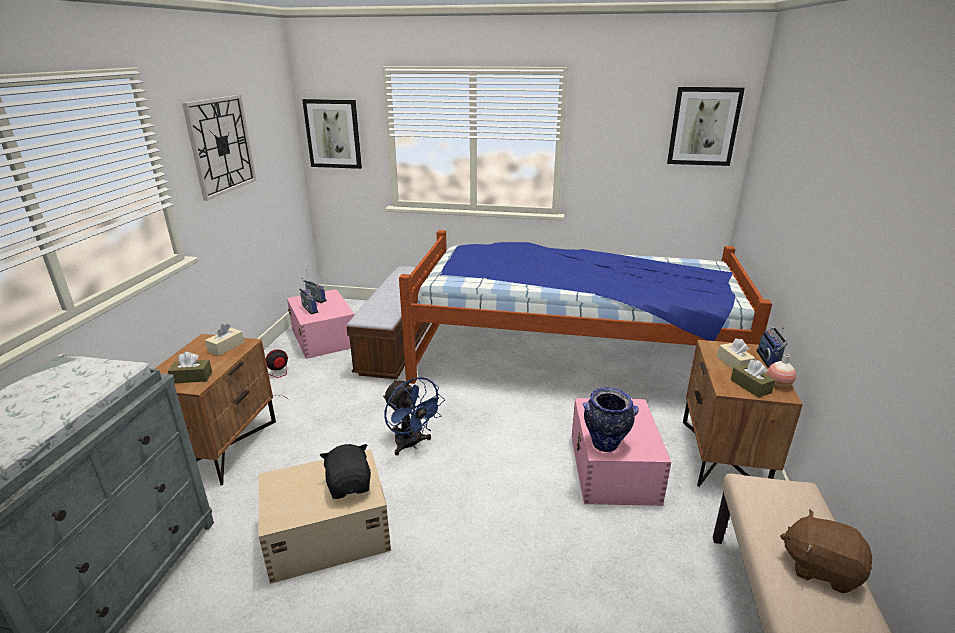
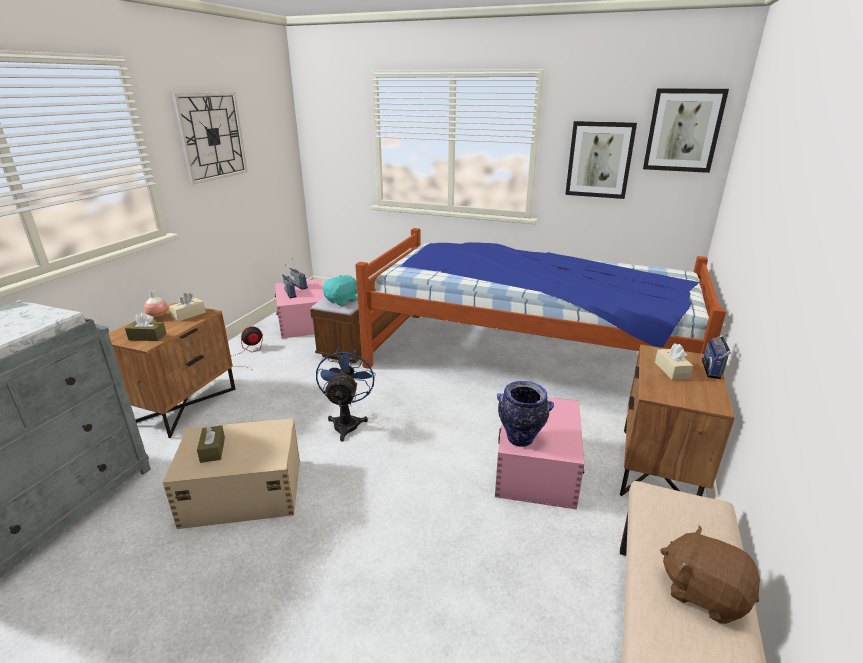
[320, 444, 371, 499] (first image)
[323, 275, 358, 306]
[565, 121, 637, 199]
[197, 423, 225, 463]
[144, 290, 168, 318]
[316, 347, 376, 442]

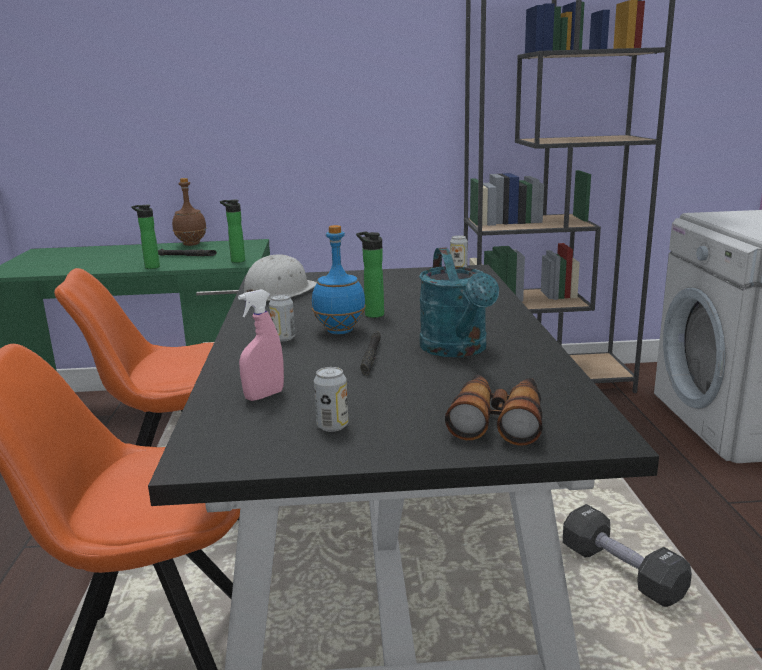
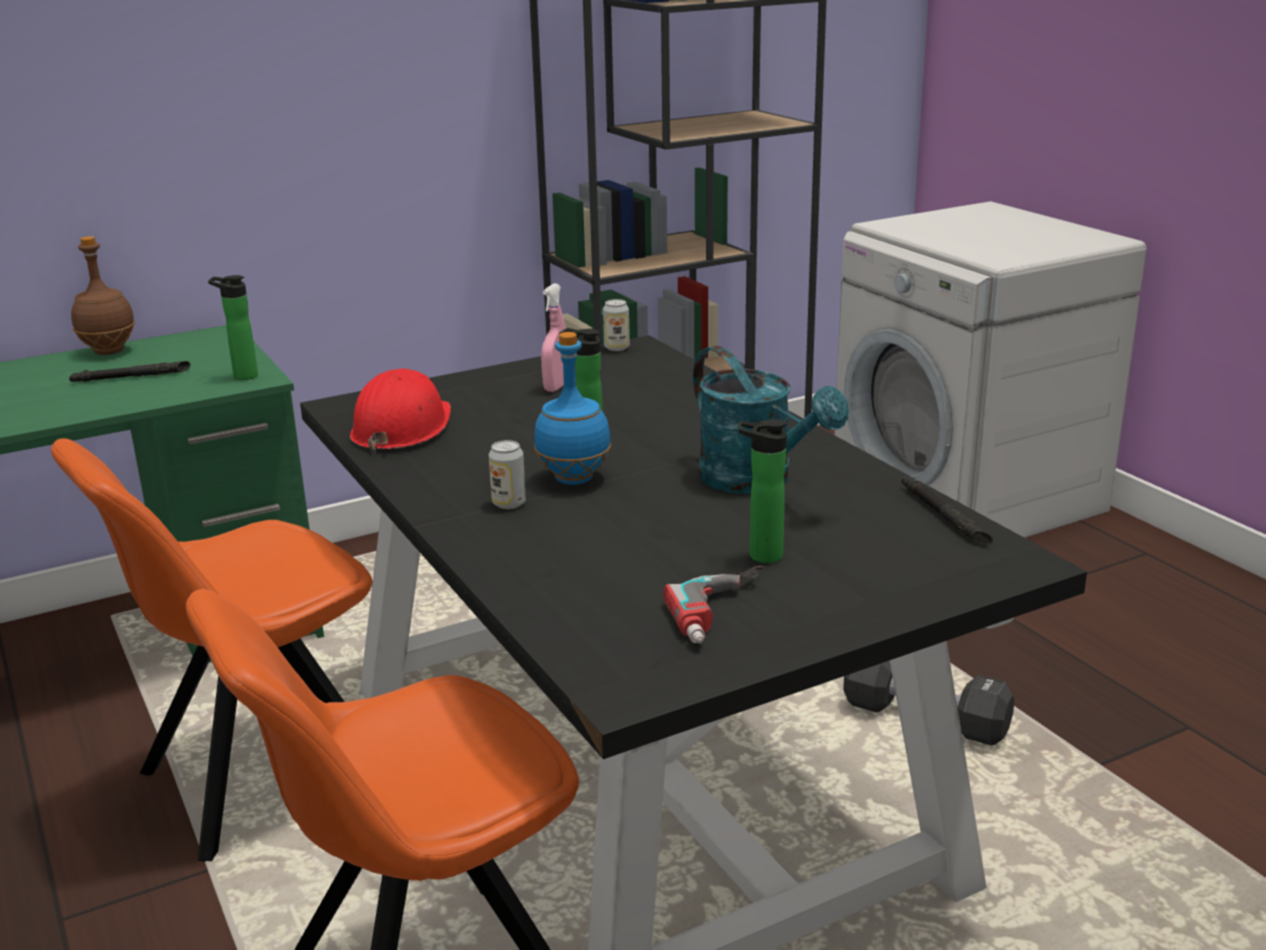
[445, 374, 543, 446] (first image)
[738, 419, 788, 563]
[541, 283, 566, 392]
[901, 477, 993, 545]
[663, 566, 763, 643]
[350, 369, 451, 454]

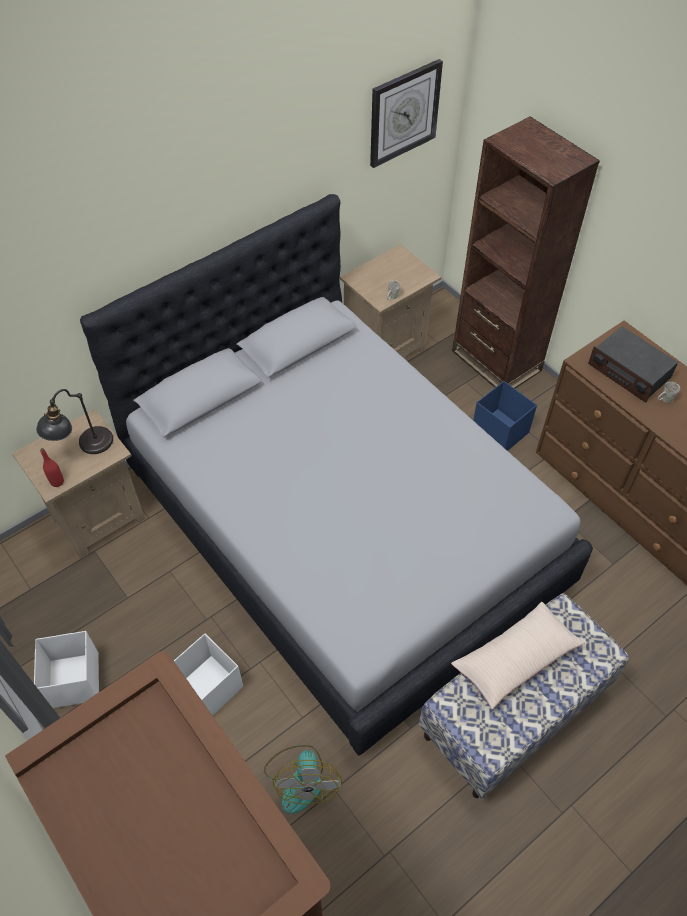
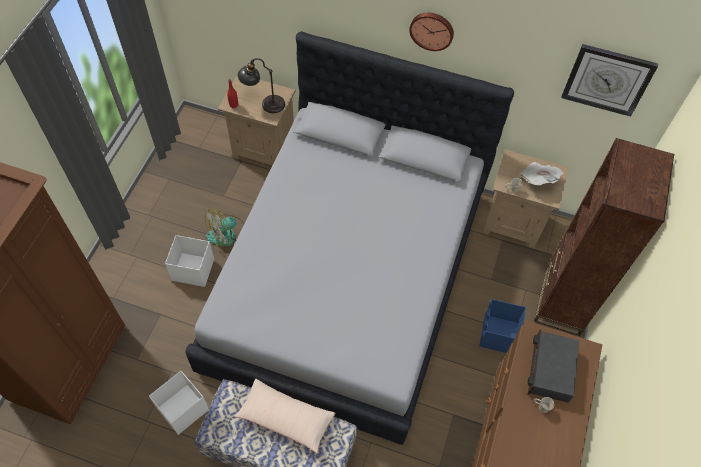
[409, 13, 454, 51]
[519, 162, 564, 185]
[149, 371, 209, 435]
[205, 208, 245, 247]

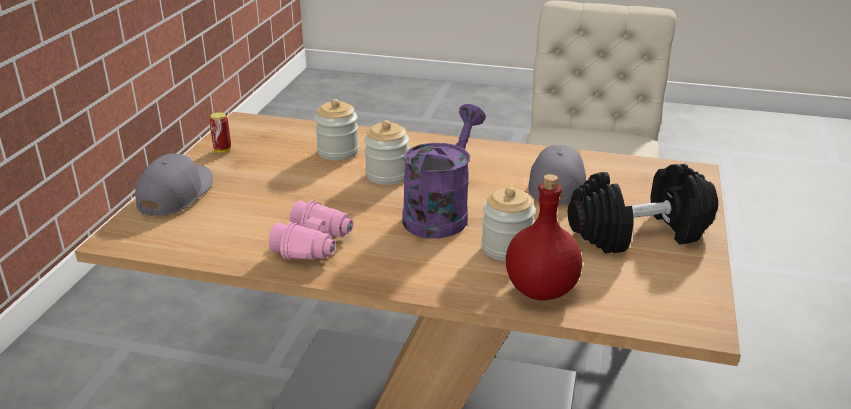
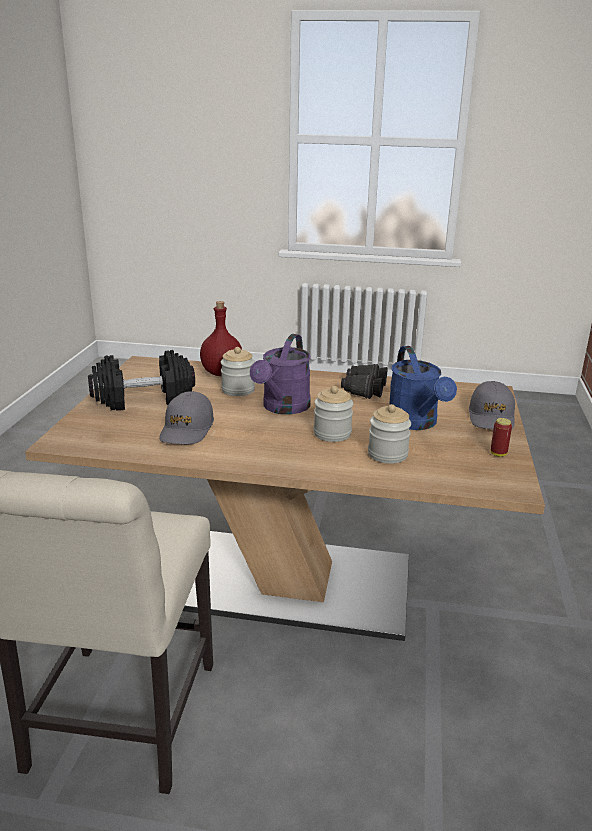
[389, 346, 457, 430]
[341, 364, 387, 399]

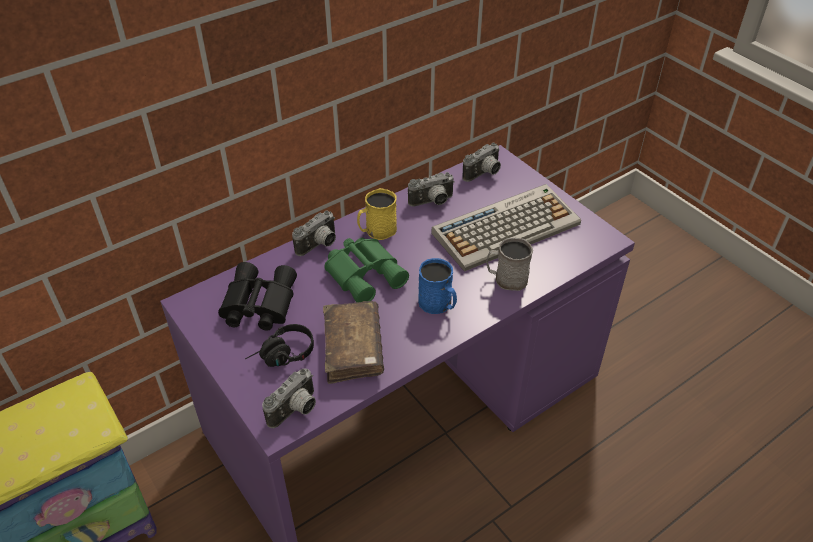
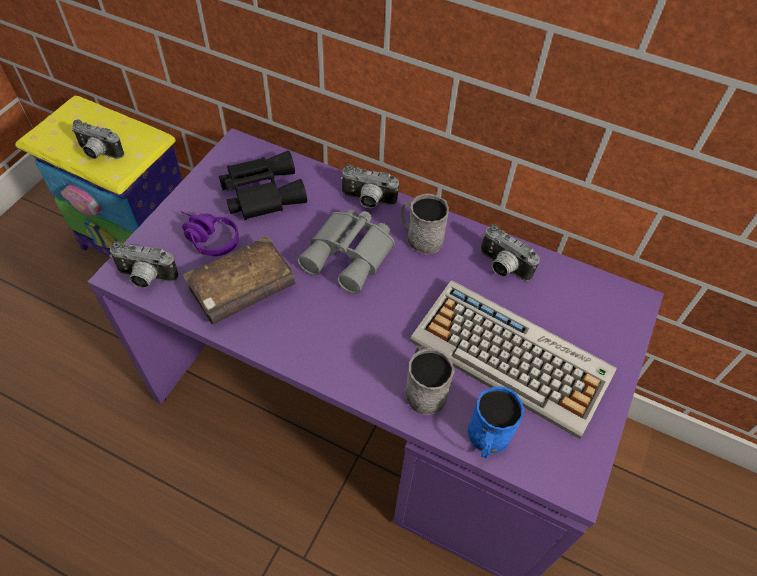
[468, 386, 524, 458]
[72, 119, 124, 159]
[180, 211, 239, 256]
[297, 209, 395, 294]
[401, 194, 449, 255]

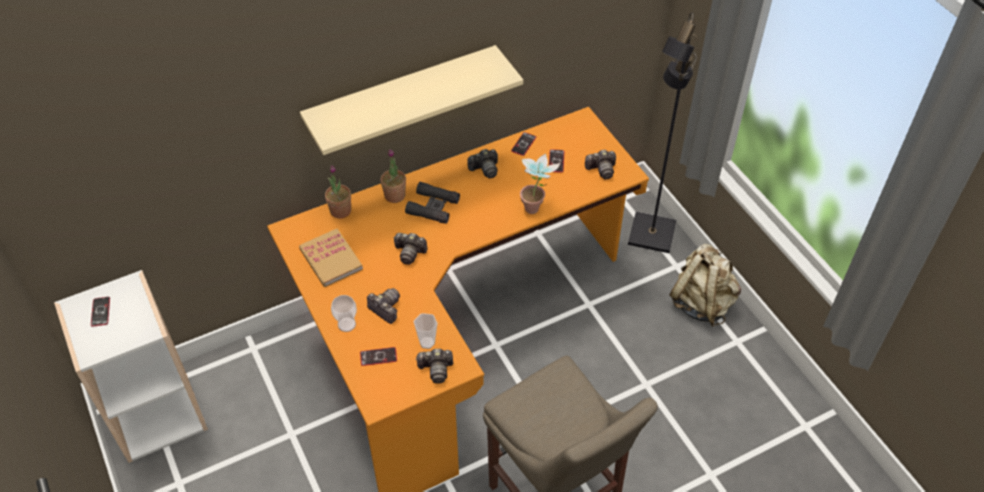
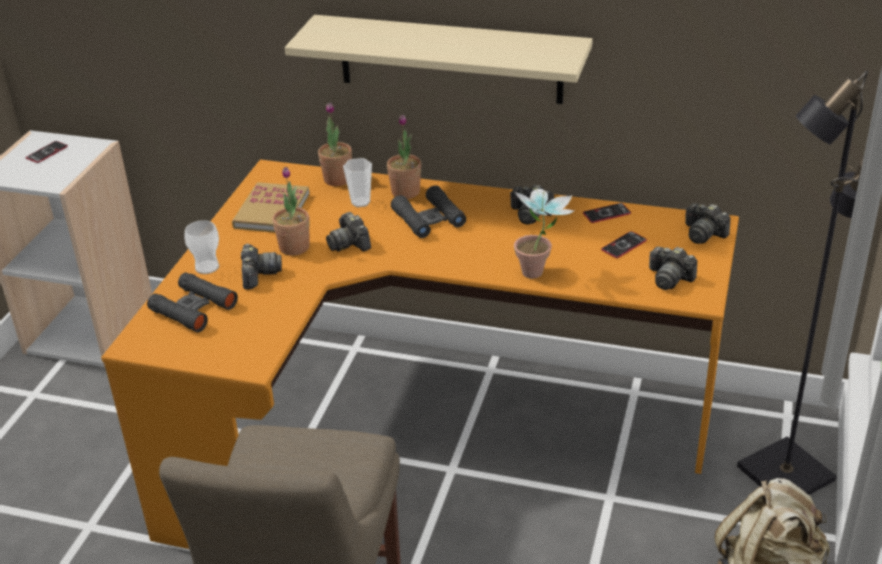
[272, 167, 310, 256]
[343, 158, 372, 207]
[685, 203, 731, 244]
[147, 273, 238, 332]

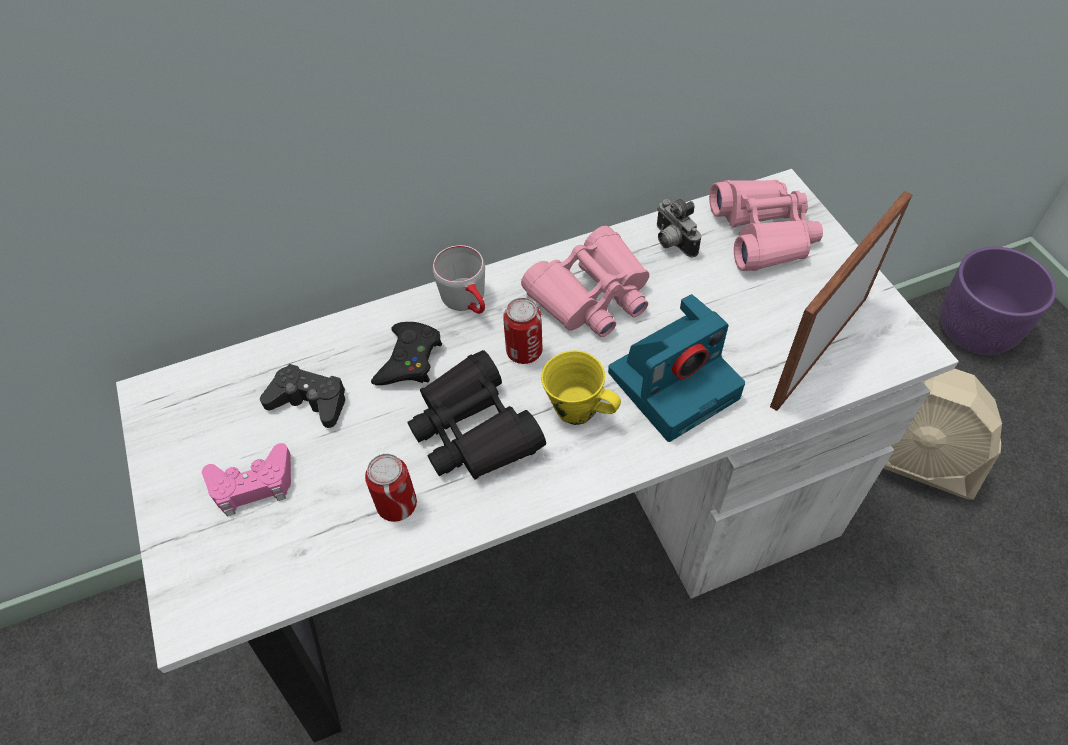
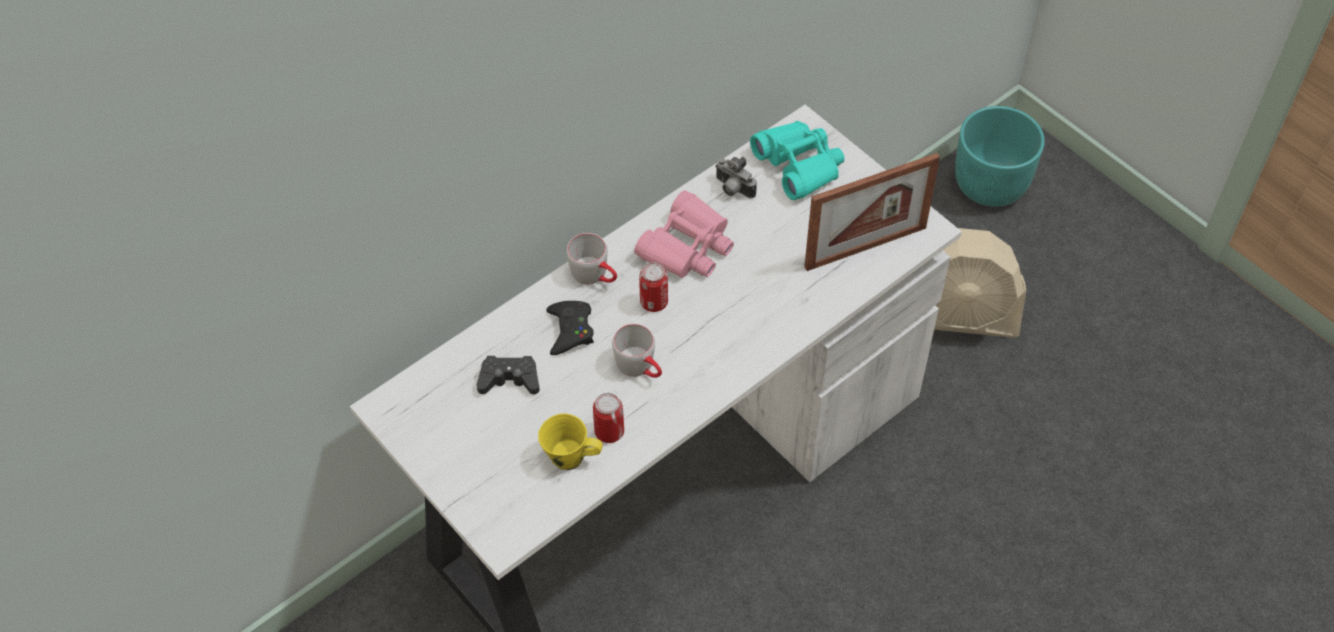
[202, 443, 291, 516] (first image)
[608, 294, 745, 442] (first image)
[538, 413, 603, 470]
[612, 324, 662, 378]
[750, 121, 844, 200]
[955, 106, 1045, 207]
[804, 153, 940, 271]

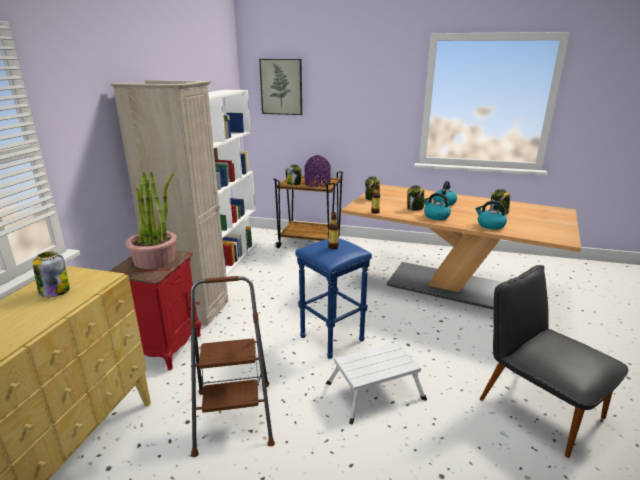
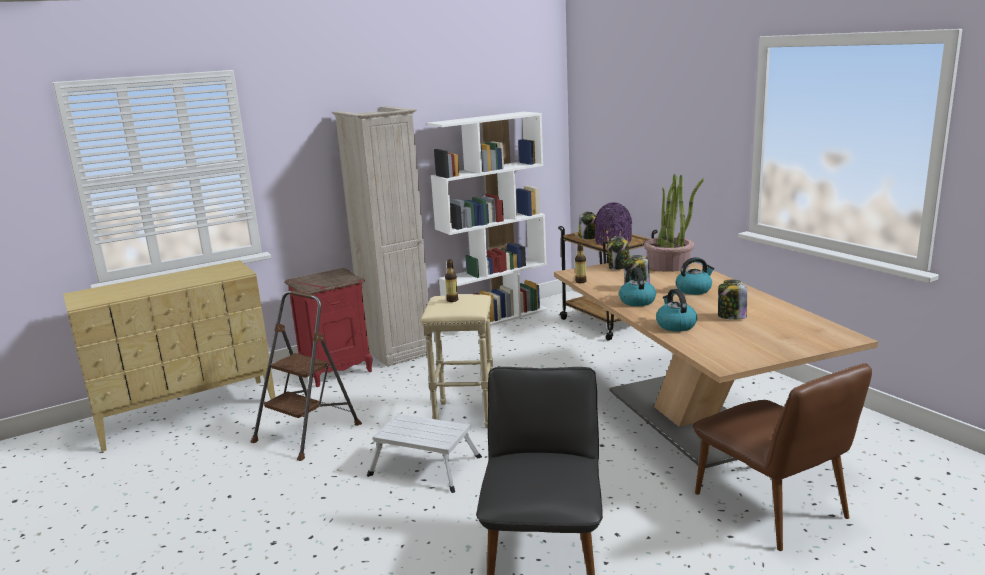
[33, 252, 70, 297] (first image)
[259, 59, 302, 115] (first image)
[692, 363, 872, 551]
[644, 174, 704, 272]
[421, 294, 493, 428]

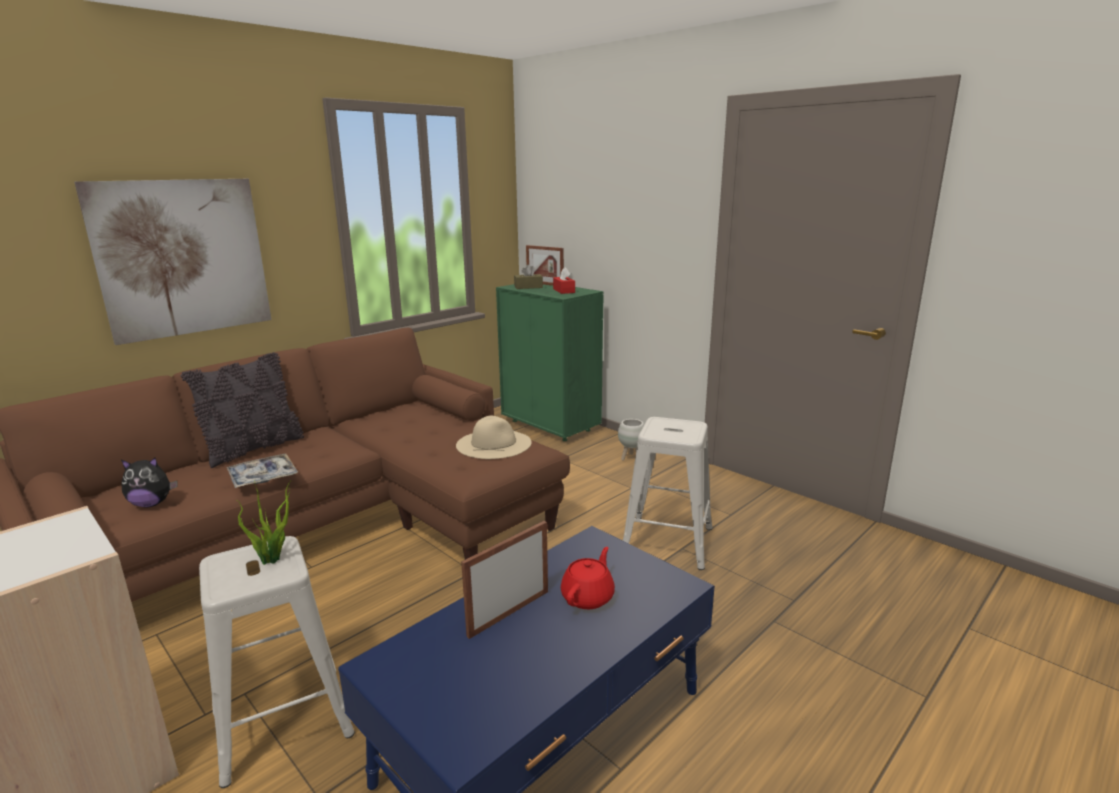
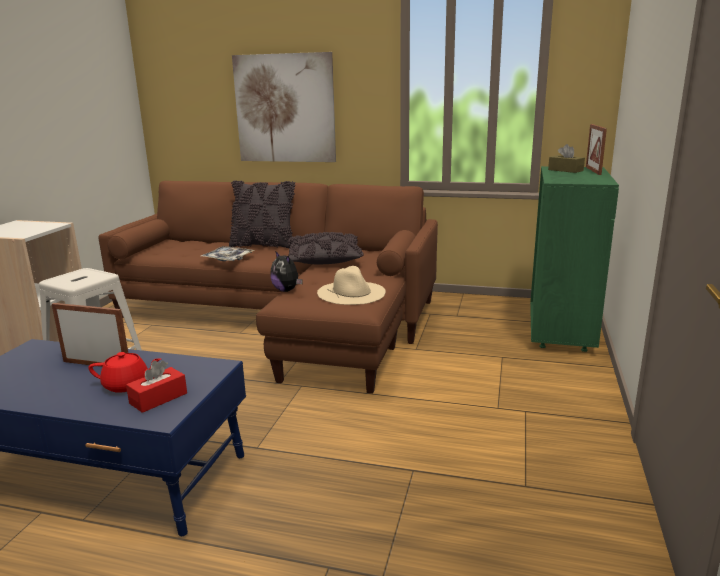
[237, 481, 291, 565] (first image)
[618, 419, 644, 461] (first image)
[623, 417, 713, 570] (first image)
[288, 232, 363, 264]
[270, 252, 303, 292]
[126, 360, 187, 413]

